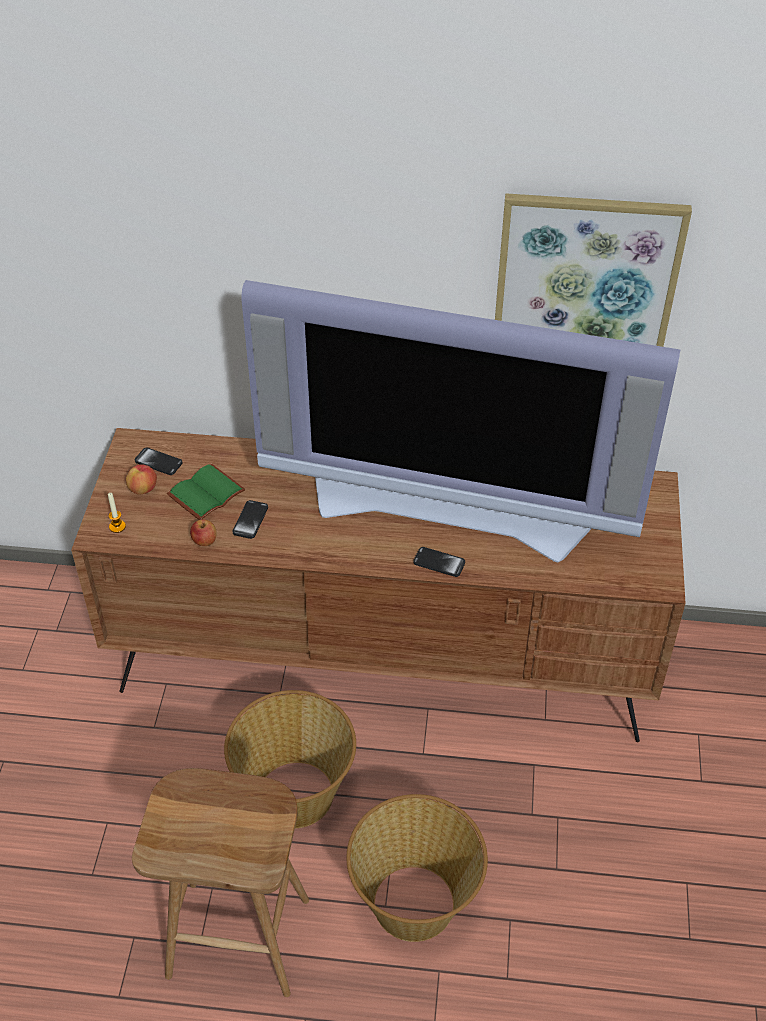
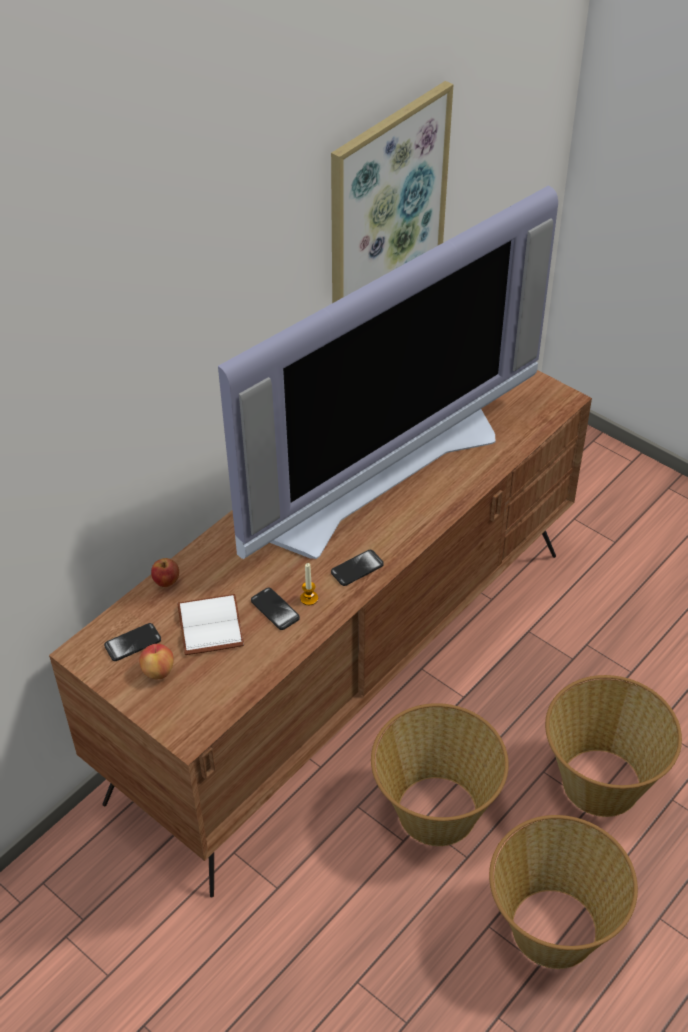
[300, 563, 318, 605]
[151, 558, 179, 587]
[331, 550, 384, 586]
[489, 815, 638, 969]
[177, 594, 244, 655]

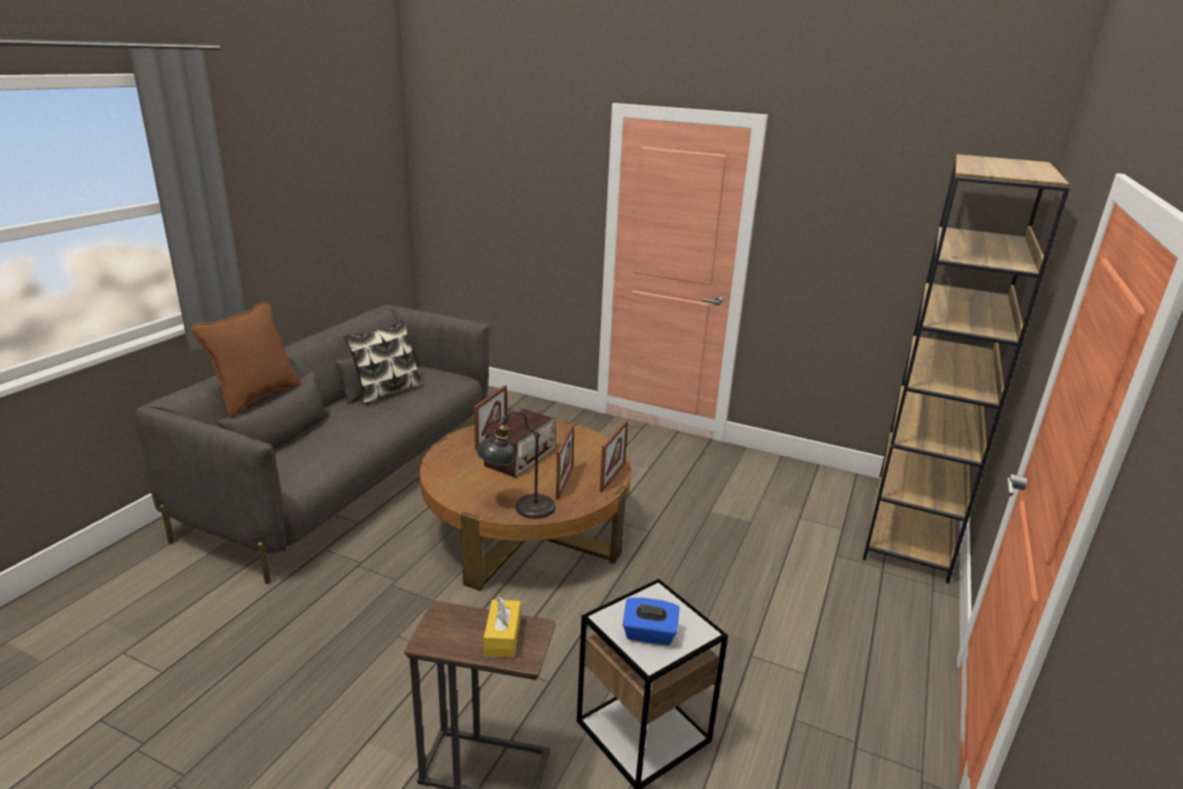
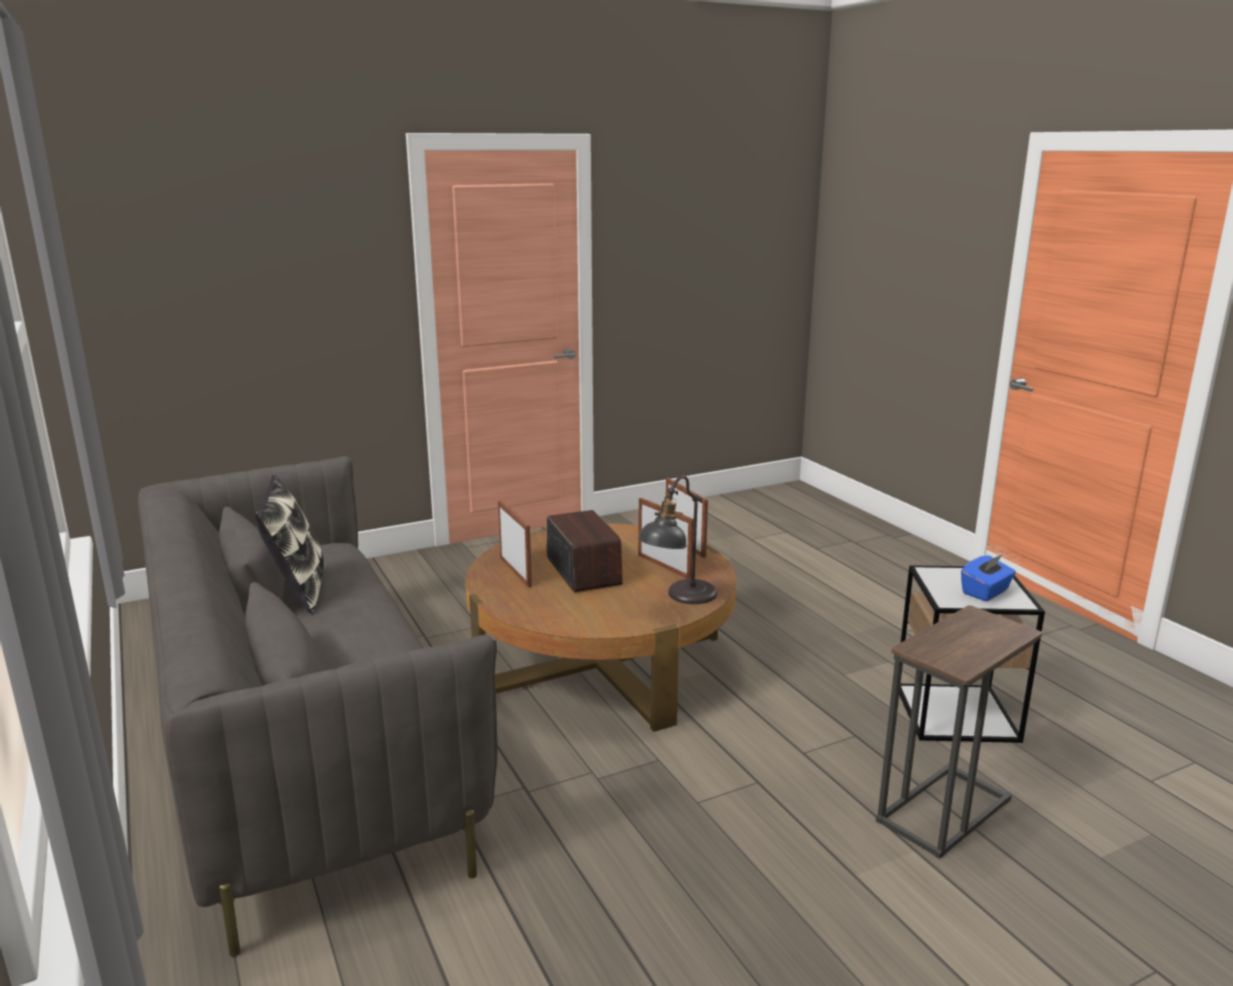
[191, 302, 301, 417] (first image)
[484, 597, 520, 658] (first image)
[863, 154, 1070, 583] (first image)

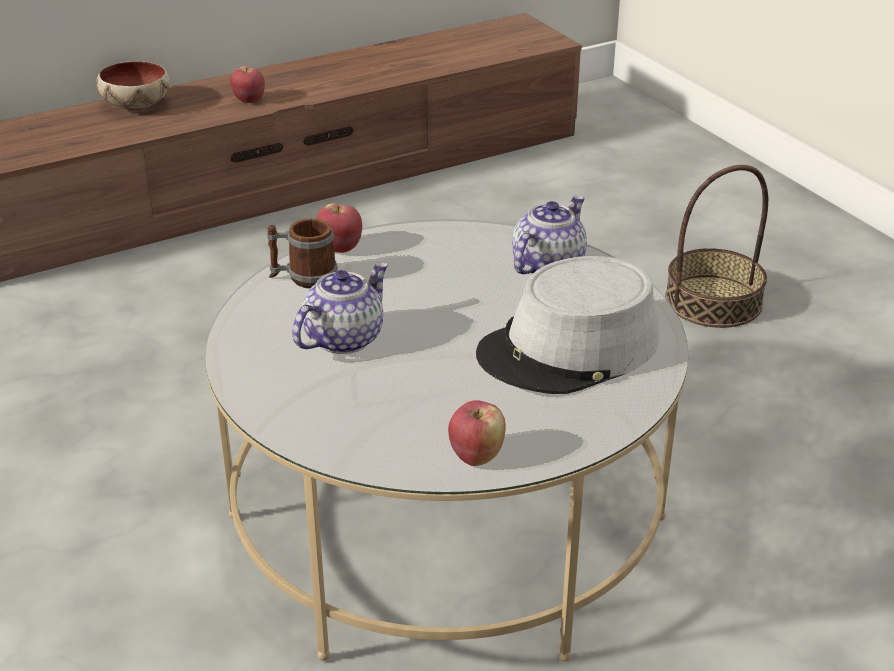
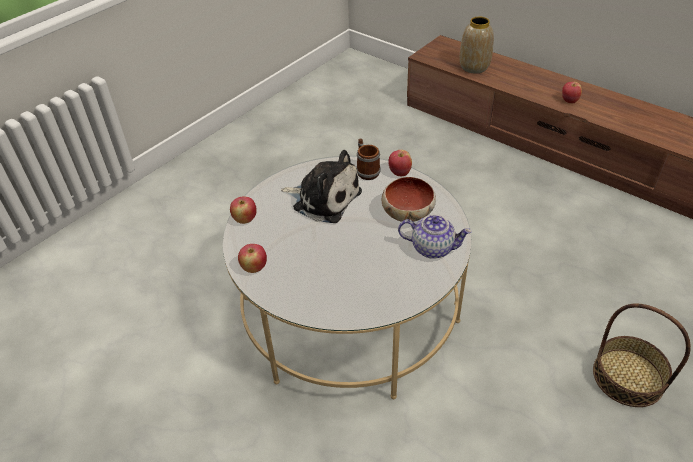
[476, 256, 660, 394] (first image)
[230, 197, 257, 224]
[459, 17, 494, 74]
[382, 177, 436, 222]
[281, 150, 362, 223]

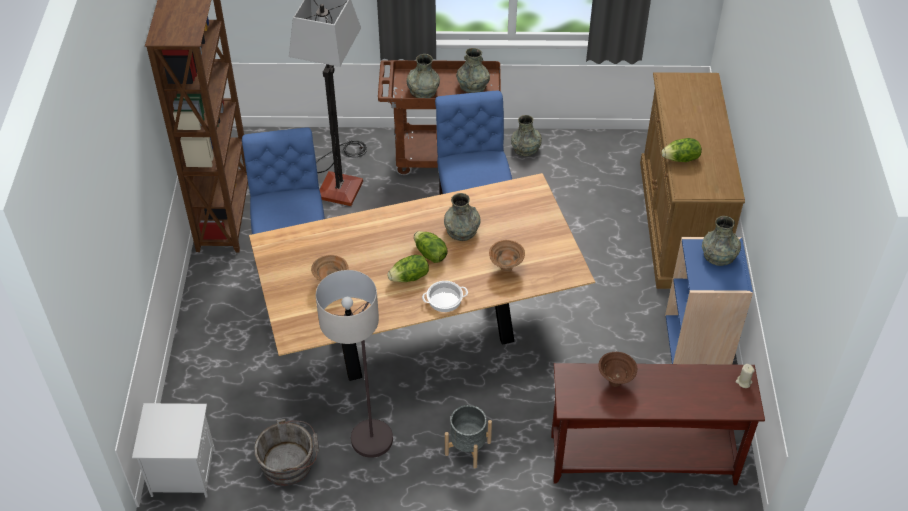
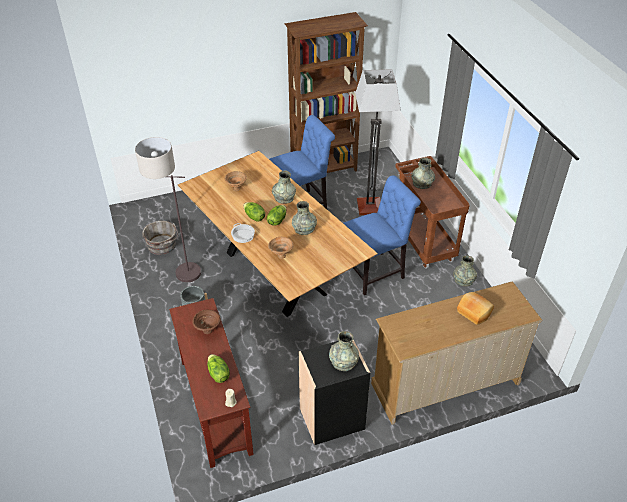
[132, 403, 215, 498] (first image)
[457, 292, 494, 325]
[272, 171, 296, 204]
[207, 354, 230, 383]
[299, 339, 370, 445]

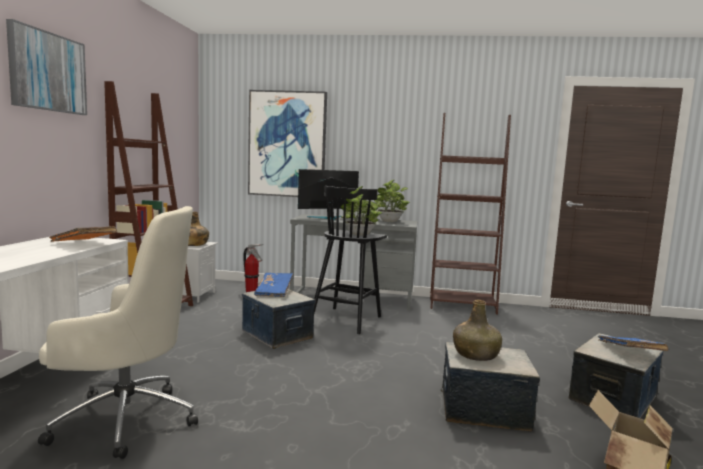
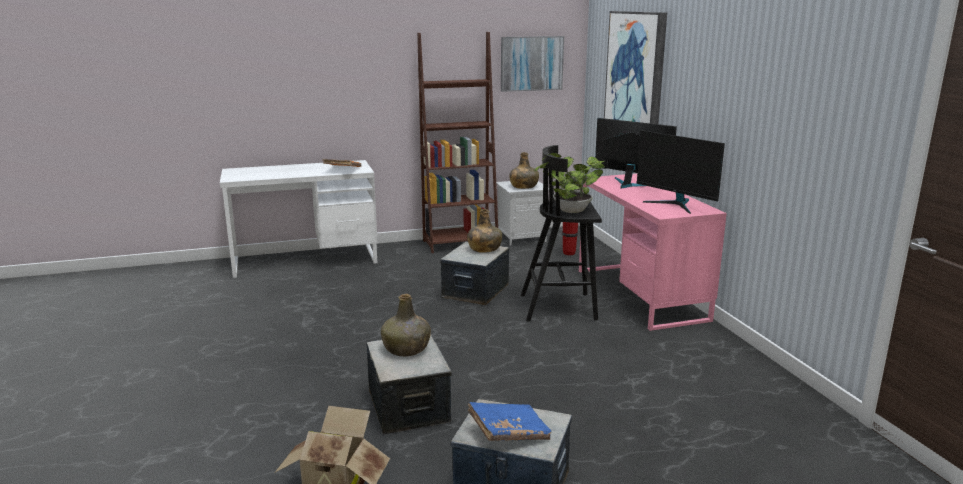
[38, 206, 198, 459] (first image)
[430, 113, 511, 315] (first image)
[501, 36, 564, 92]
[467, 209, 502, 253]
[636, 130, 725, 214]
[579, 174, 727, 331]

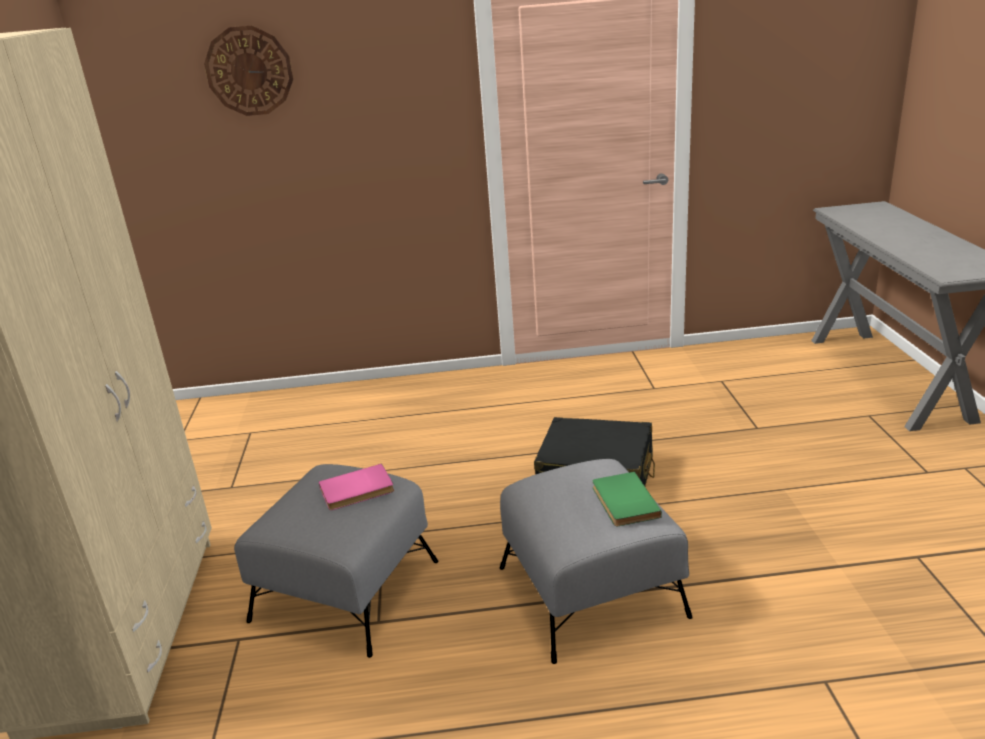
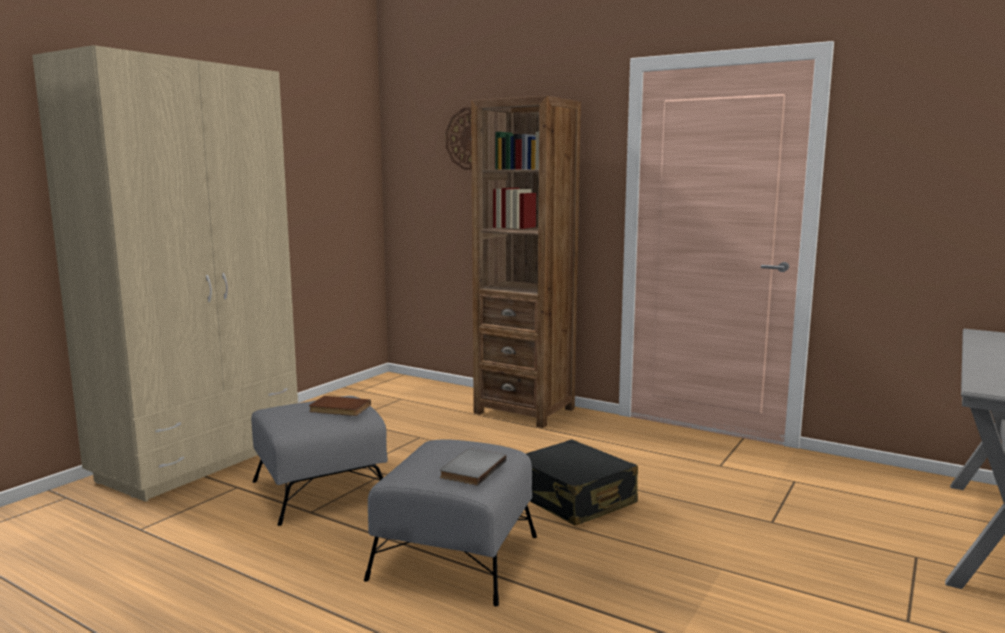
[471, 96, 581, 428]
[309, 396, 371, 416]
[440, 448, 507, 486]

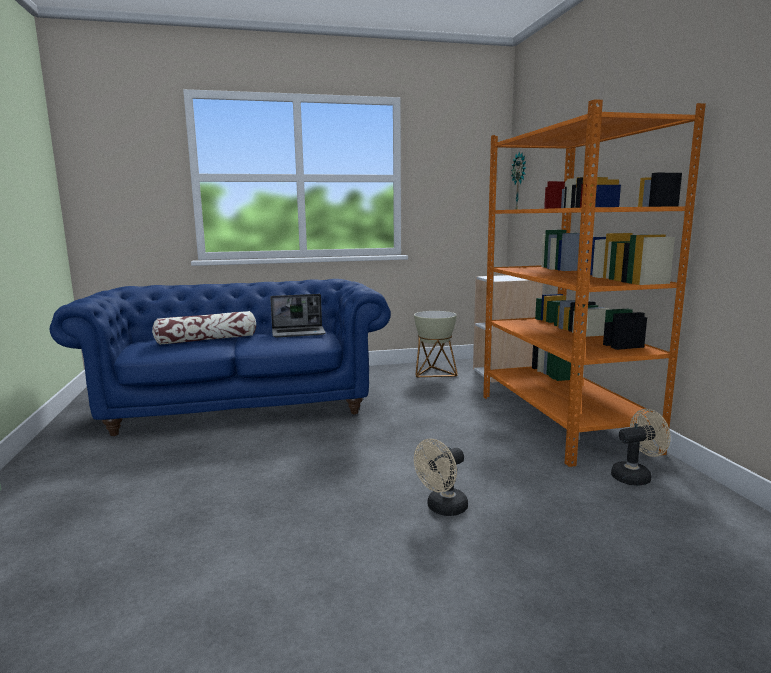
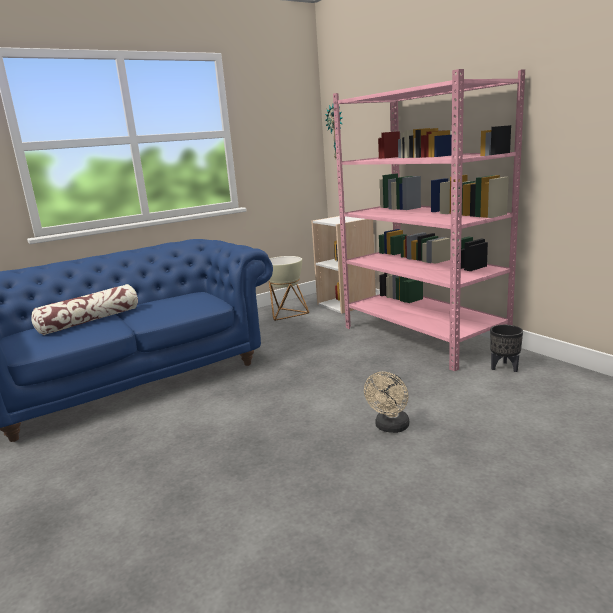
[270, 294, 326, 338] (first image)
[490, 325, 523, 372]
[333, 69, 525, 371]

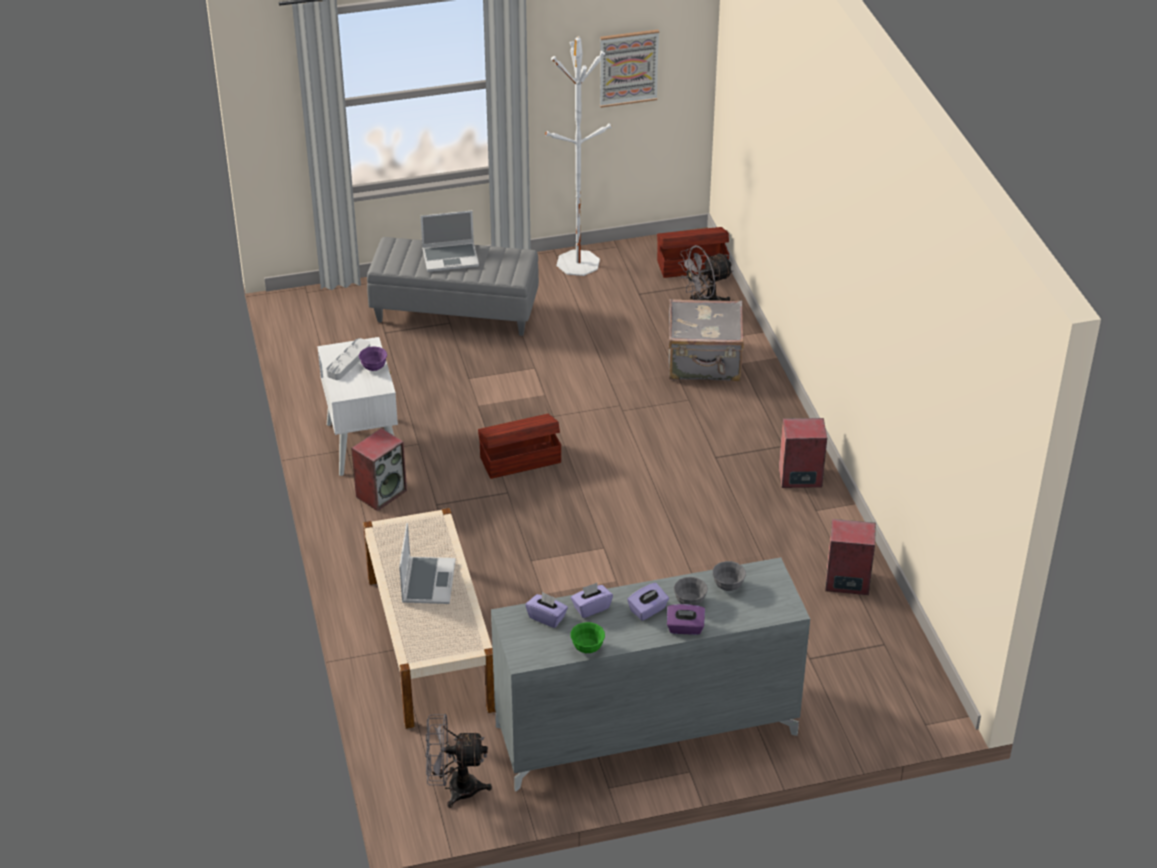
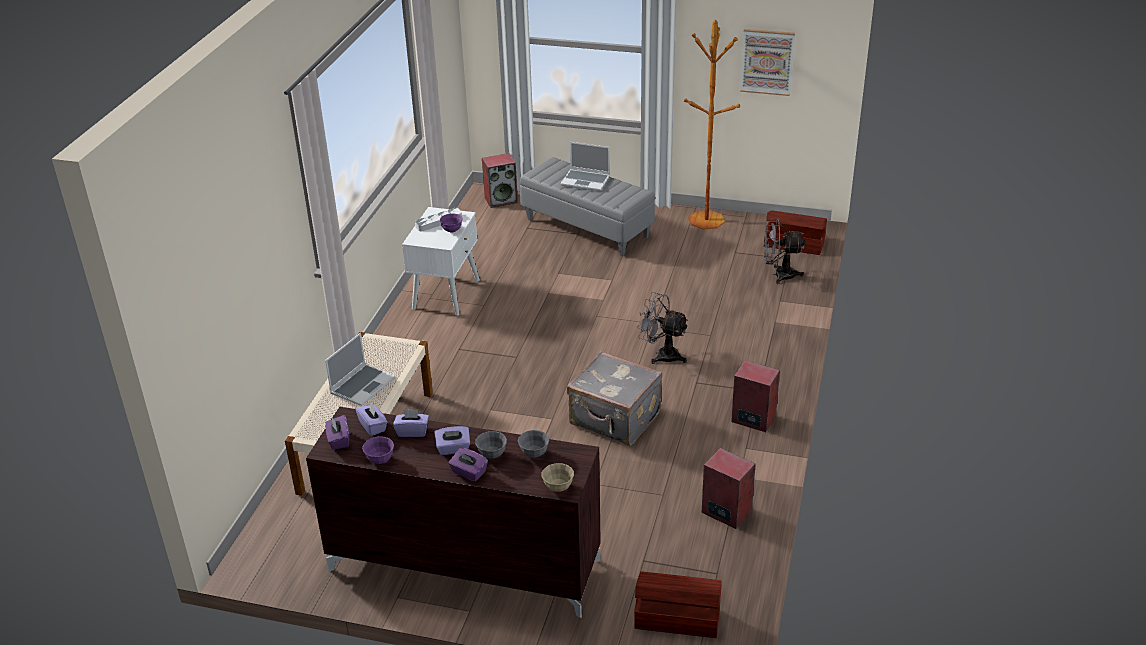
[325, 415, 349, 450]
[541, 463, 574, 492]
[482, 153, 518, 208]
[637, 292, 689, 364]
[634, 571, 722, 638]
[567, 352, 662, 446]
[306, 407, 601, 618]
[684, 20, 740, 230]
[362, 436, 394, 464]

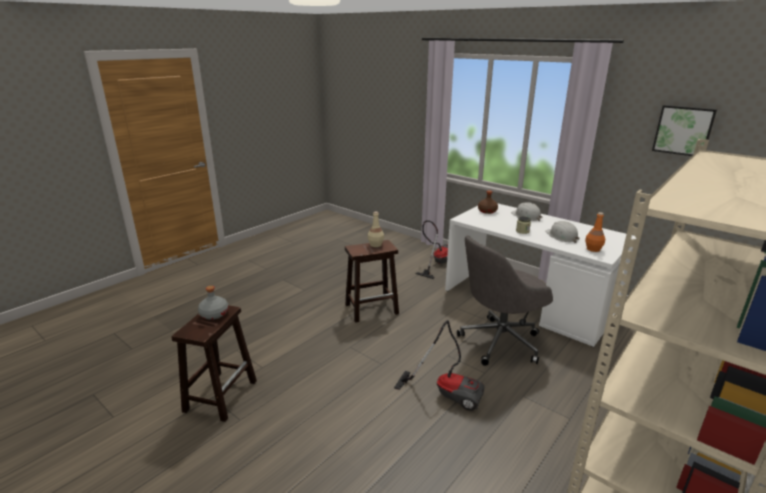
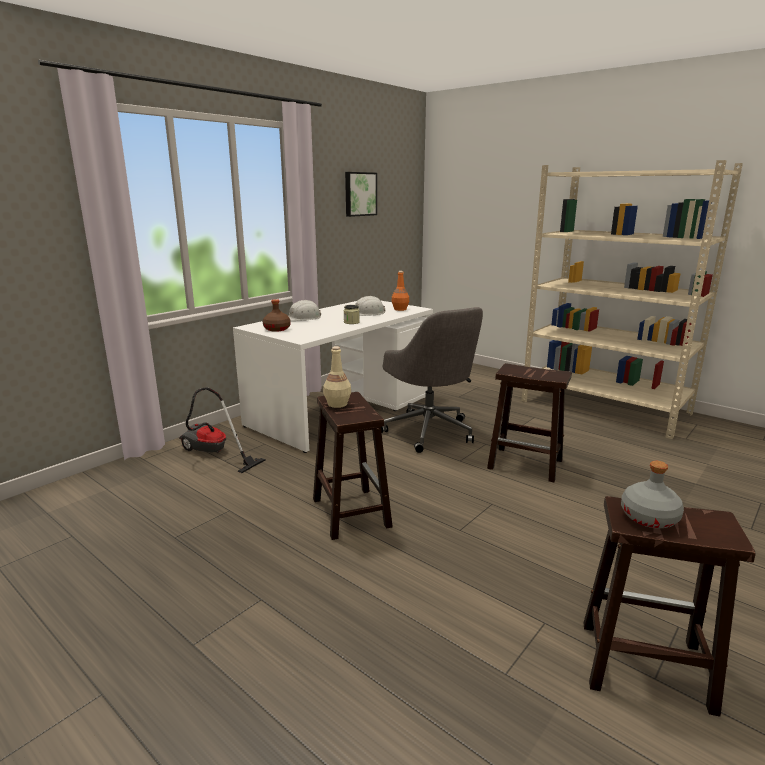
[487, 363, 572, 482]

